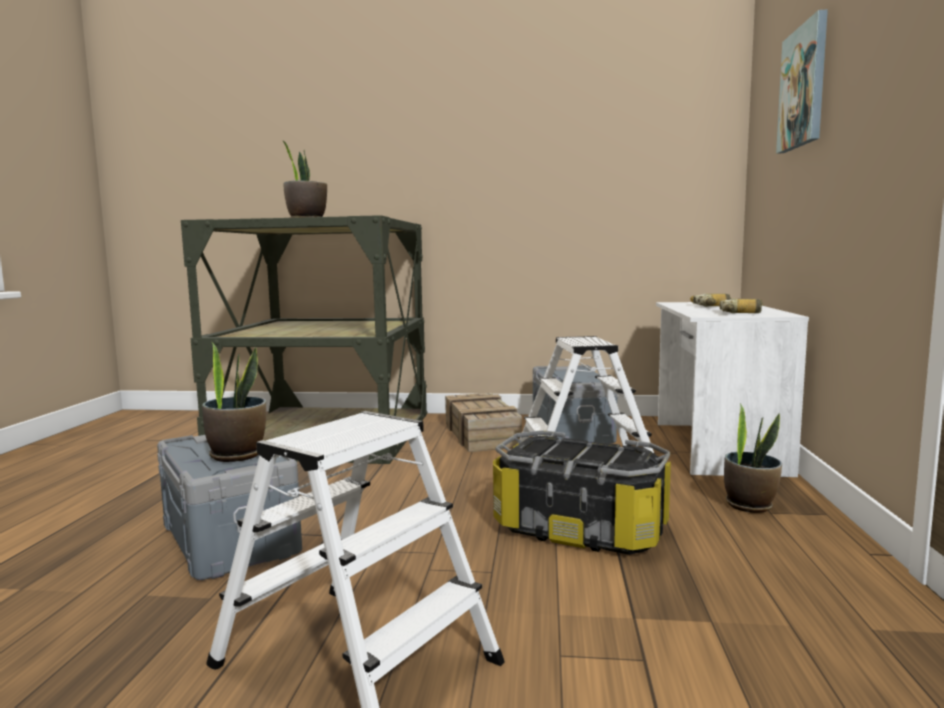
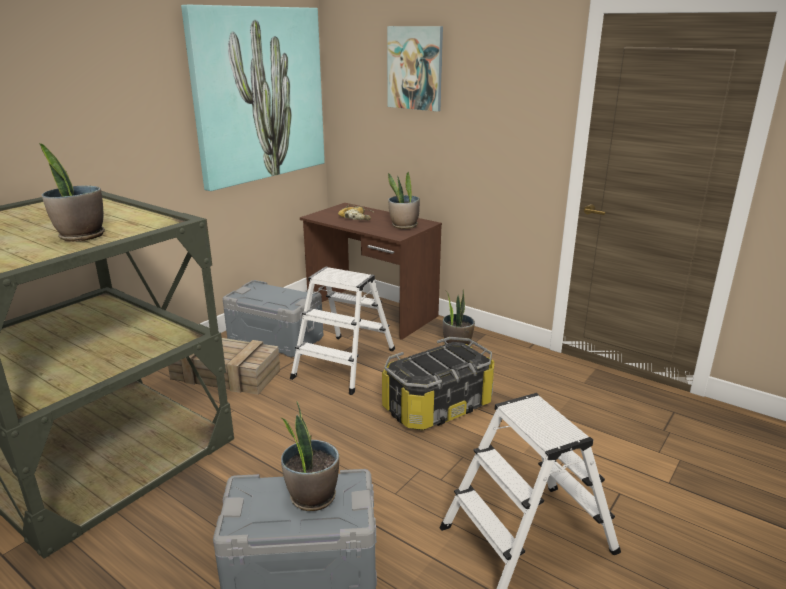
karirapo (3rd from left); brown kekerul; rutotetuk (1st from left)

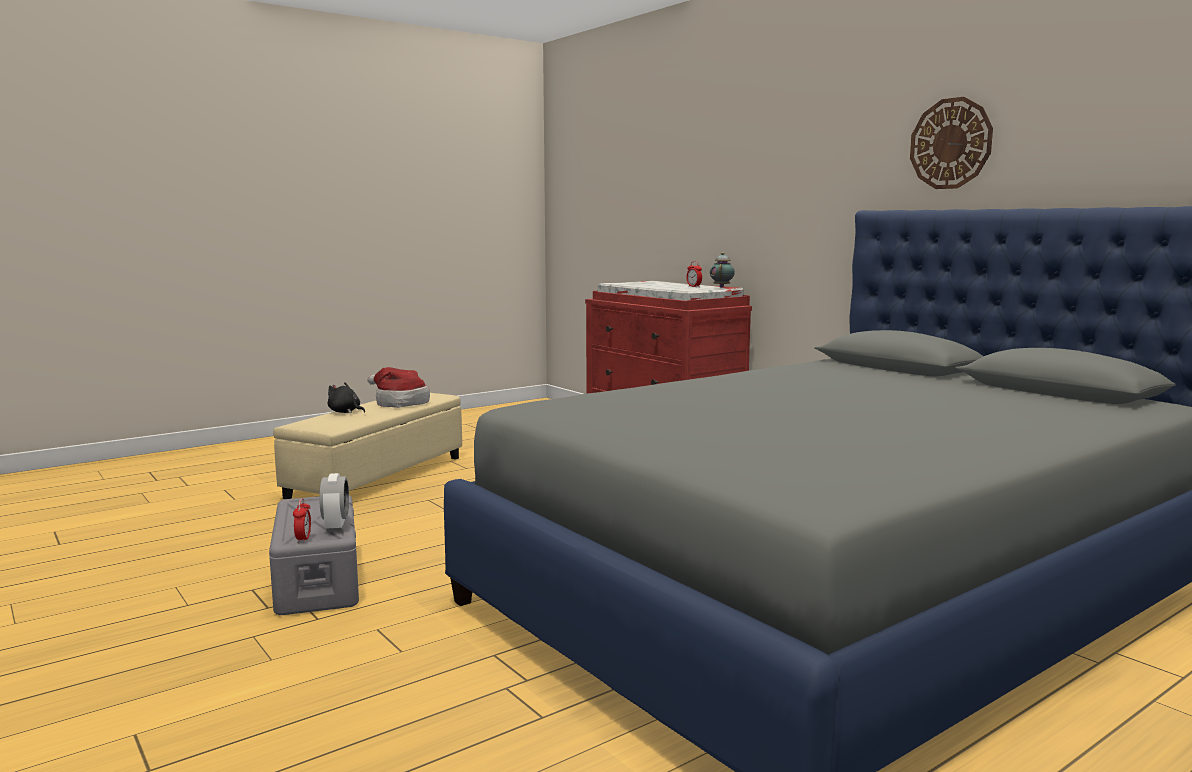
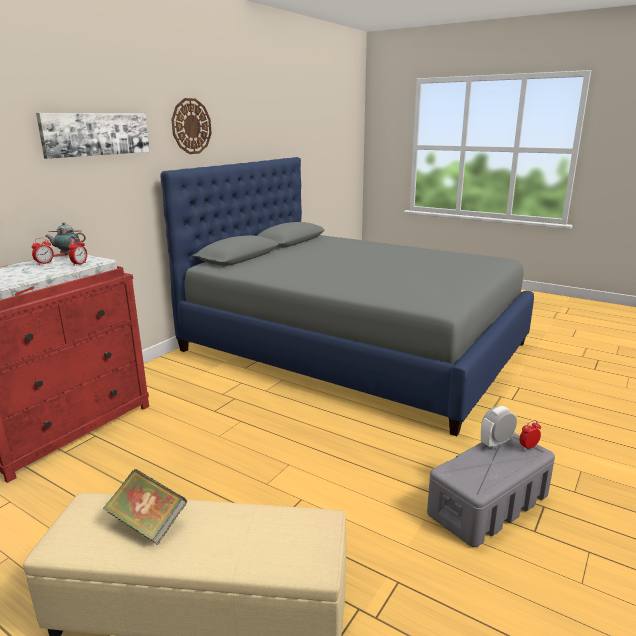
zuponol; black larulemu; rutotetuk; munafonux (2nd from left)

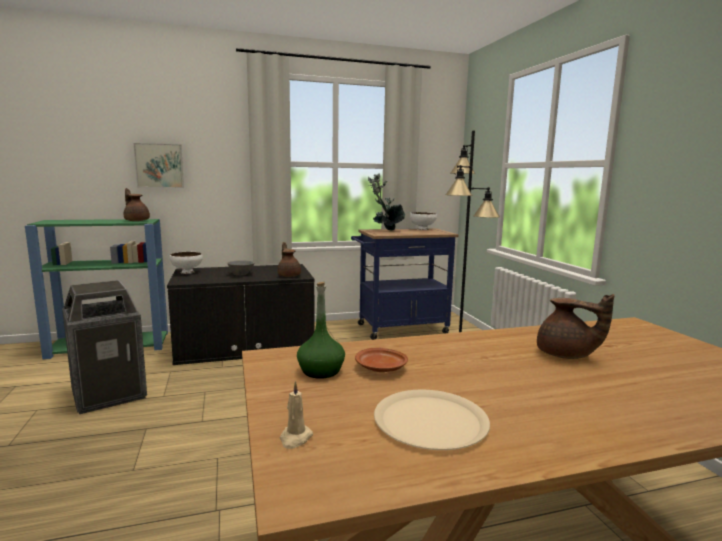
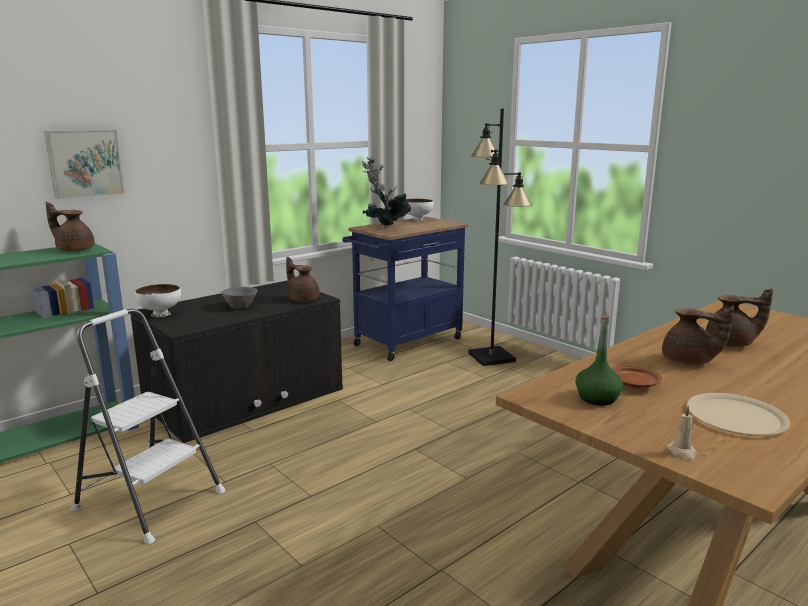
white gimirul; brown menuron (3rd from left)

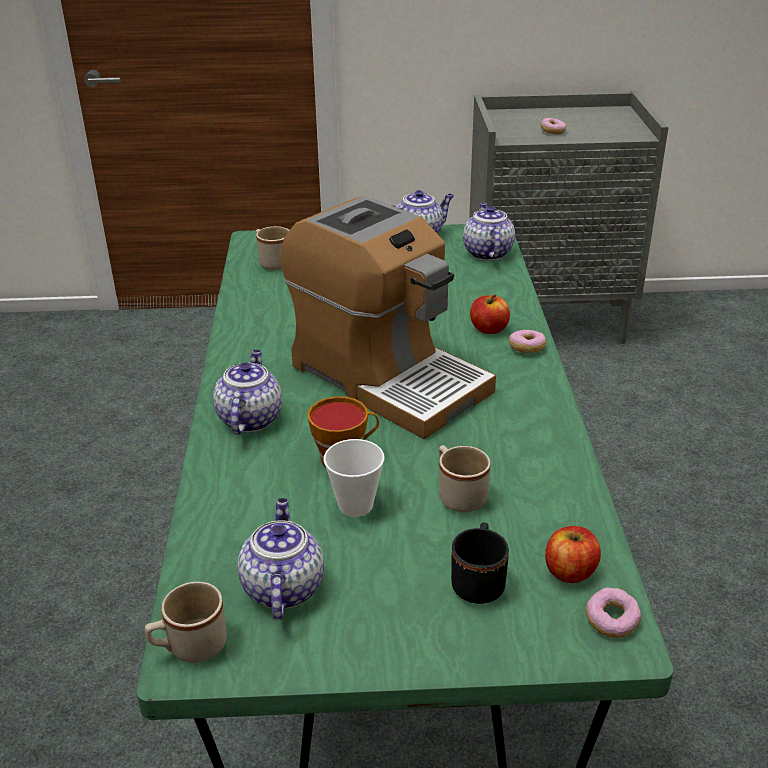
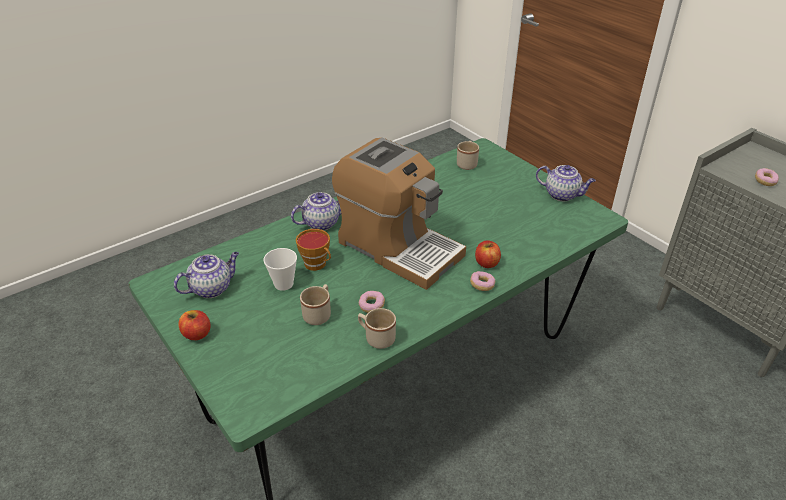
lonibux; menuron (4th from left in the first image); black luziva; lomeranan (1st from left); beige luziva (2nd from left); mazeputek (1st from left)

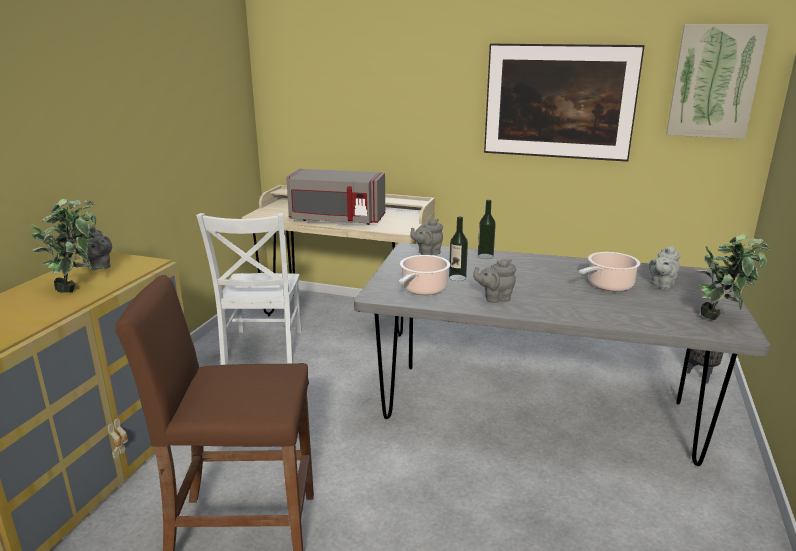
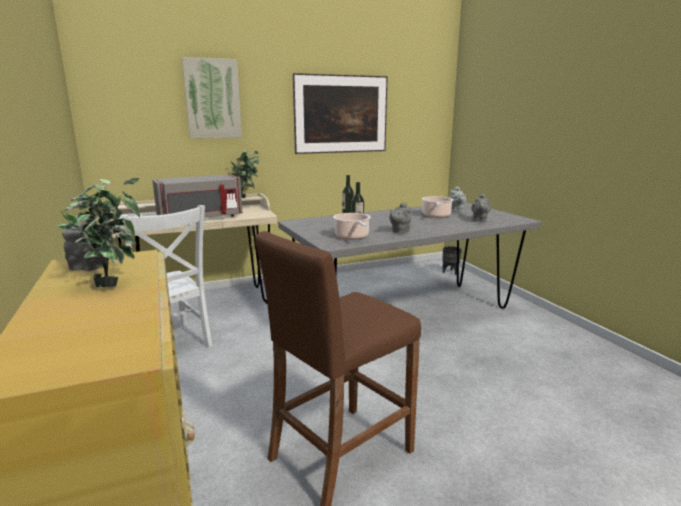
rutotetuk (1st from left); grey menuron (4th from left); karirapo (2nd from left)

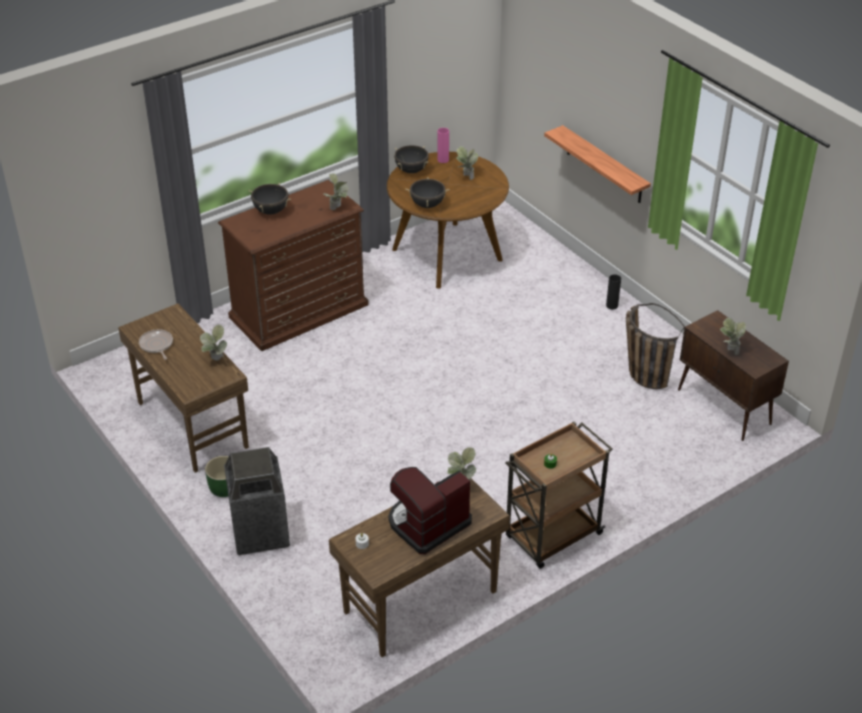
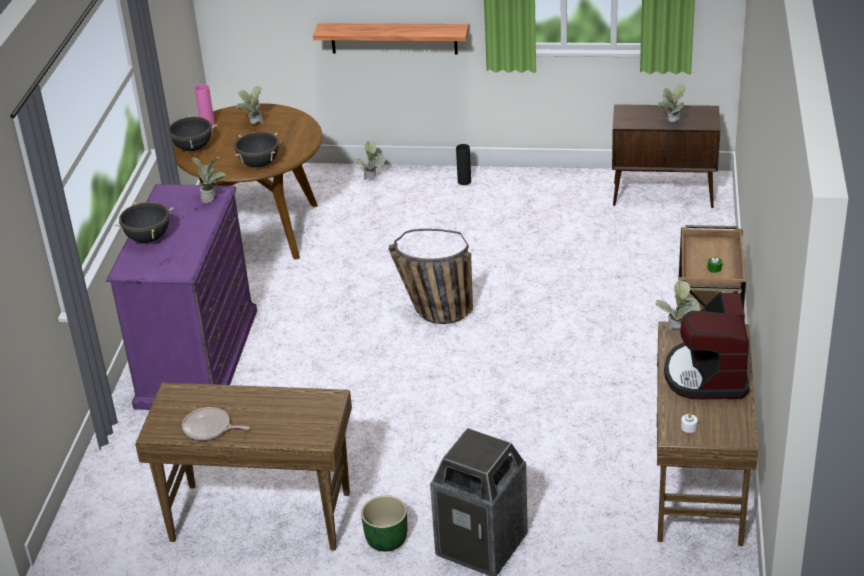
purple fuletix; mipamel; karirapo (3rd from left)

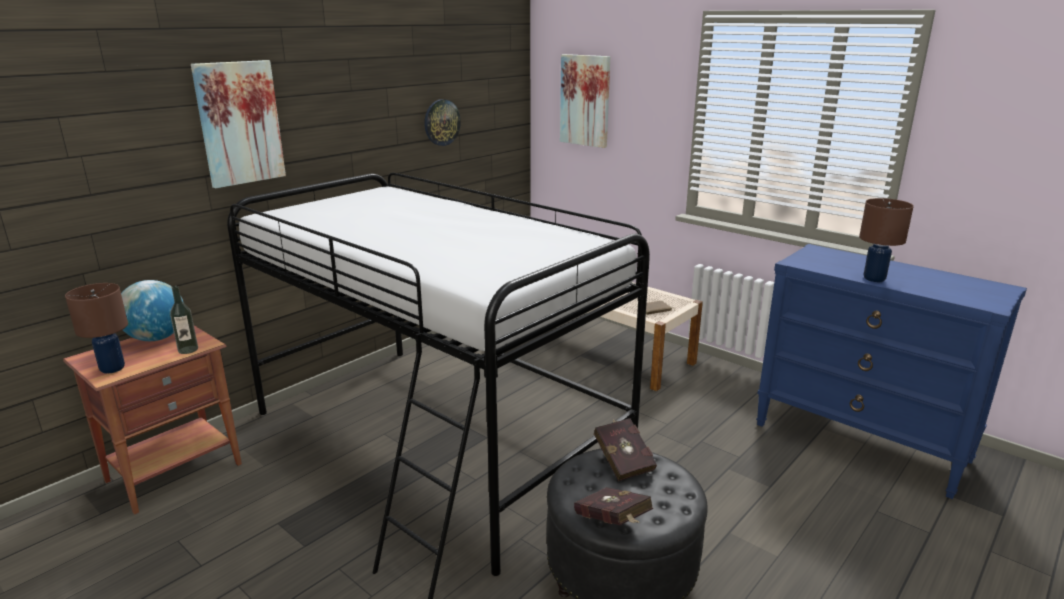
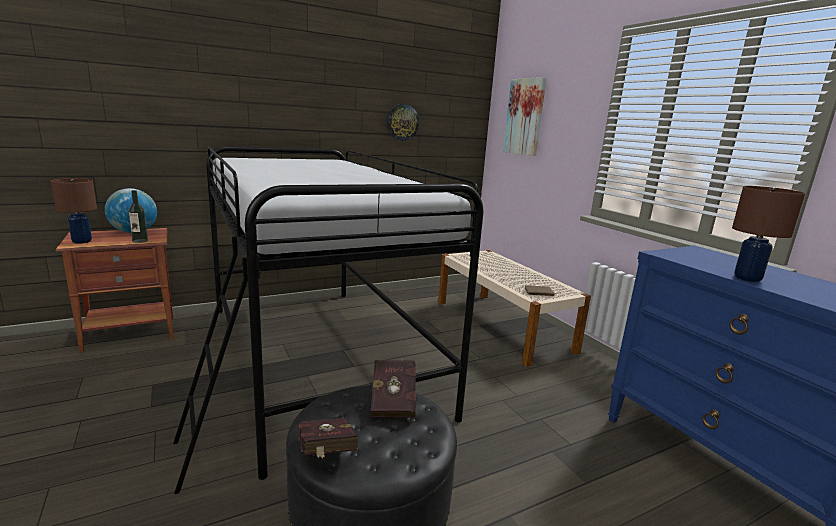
rutotetuk (1st from left in the first image)

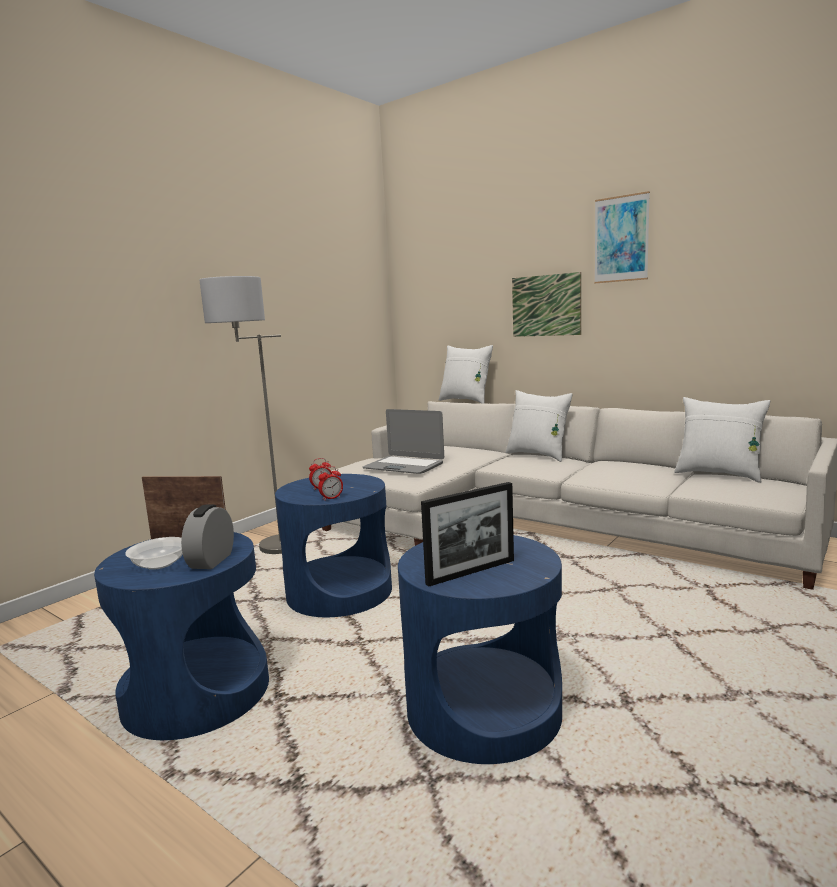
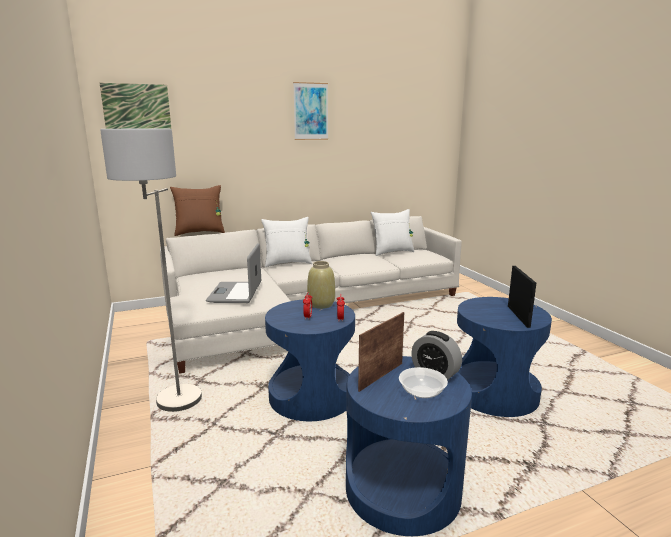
rutotetuk (1st from left); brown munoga; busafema; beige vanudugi

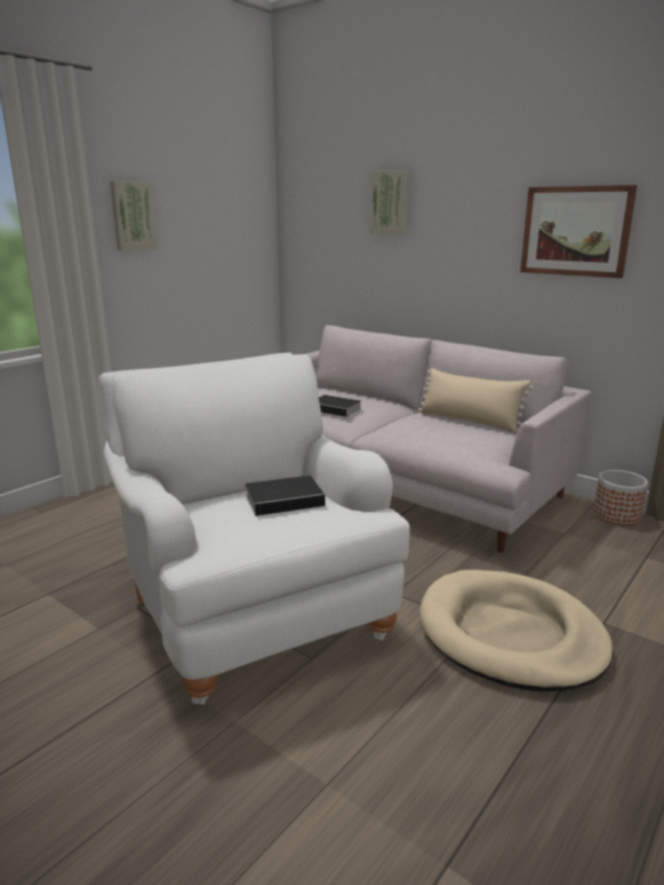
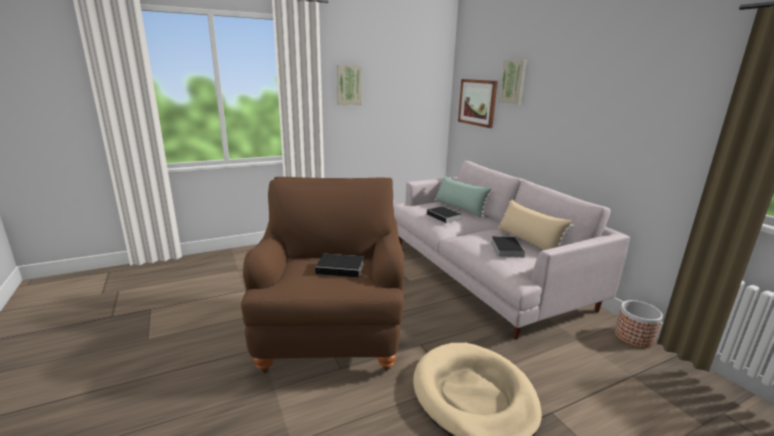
rutotetuk (2nd from left); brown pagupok; green munoga; zuponol (3rd from left)

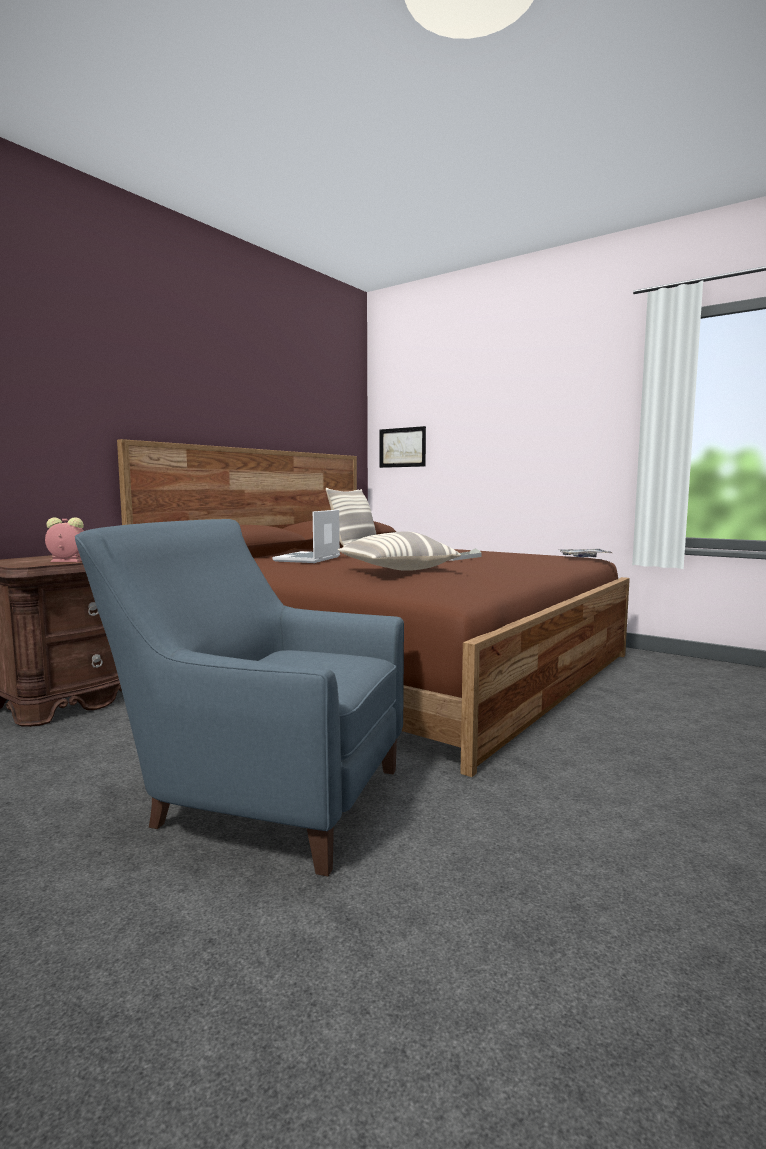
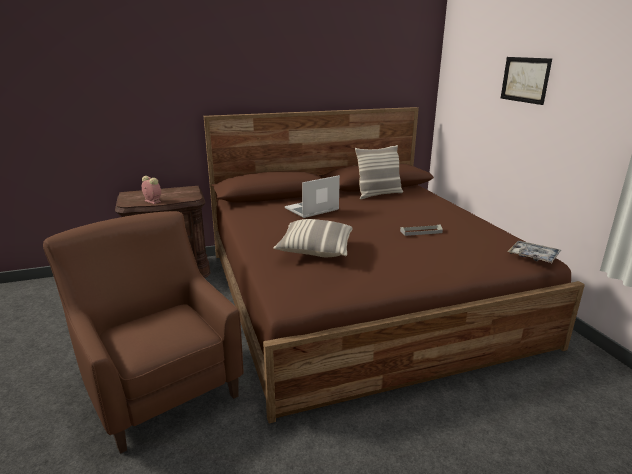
rutotetuk; brown pagupok

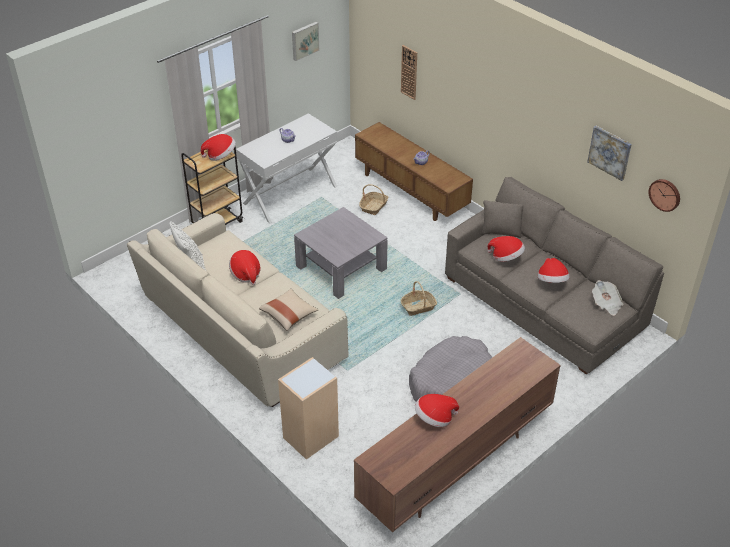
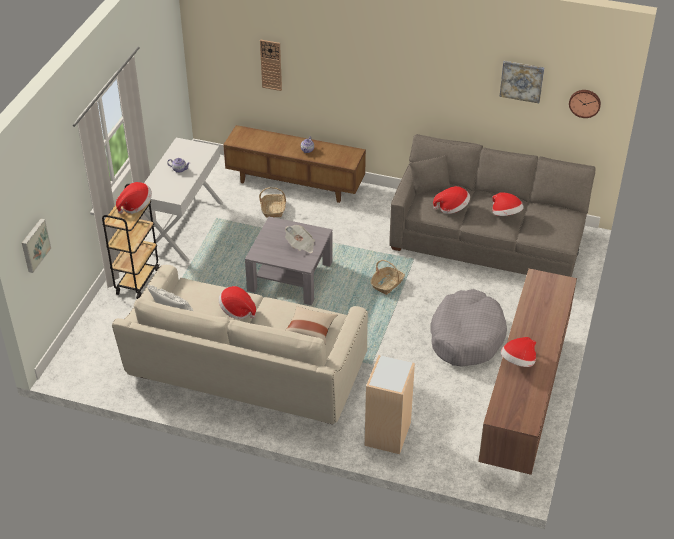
rutotetuk (1st from left); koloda

